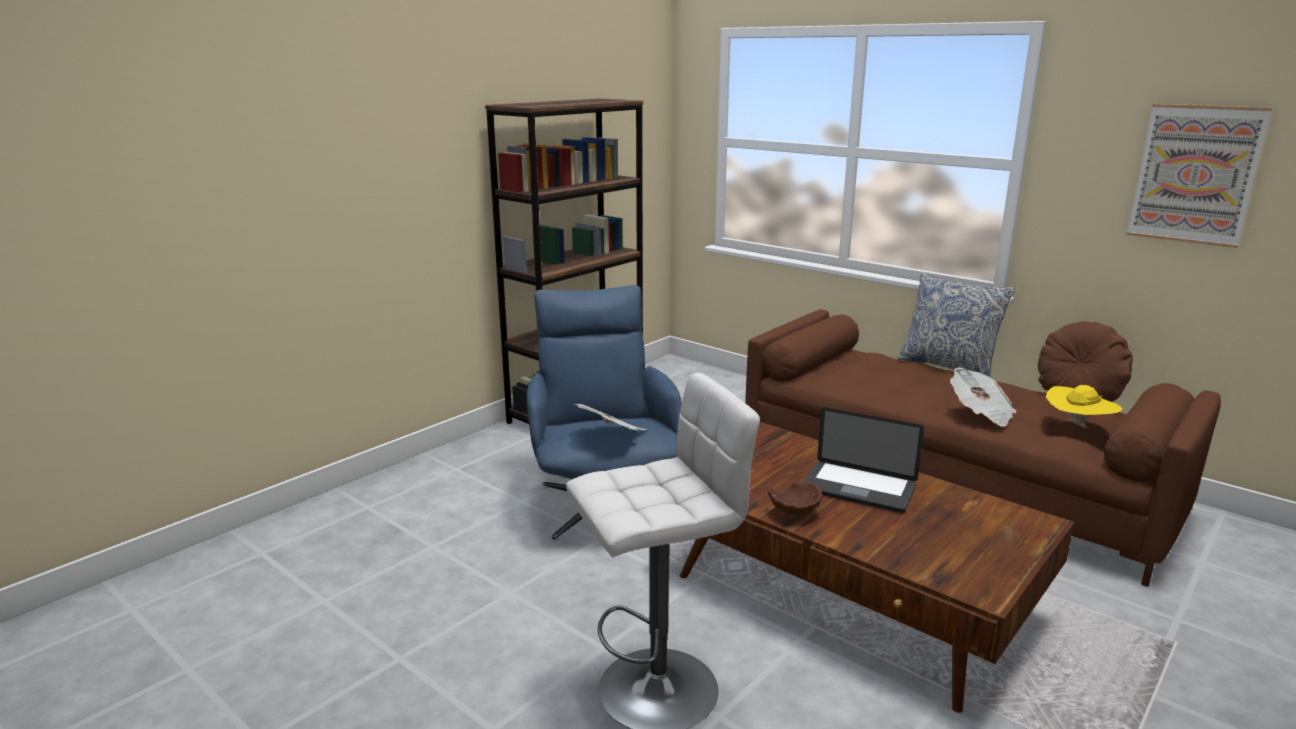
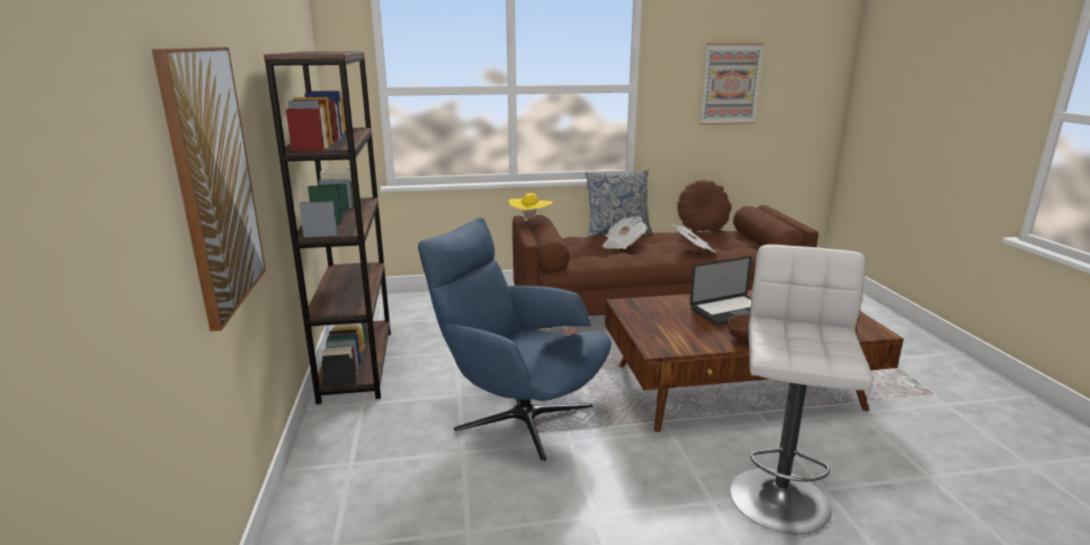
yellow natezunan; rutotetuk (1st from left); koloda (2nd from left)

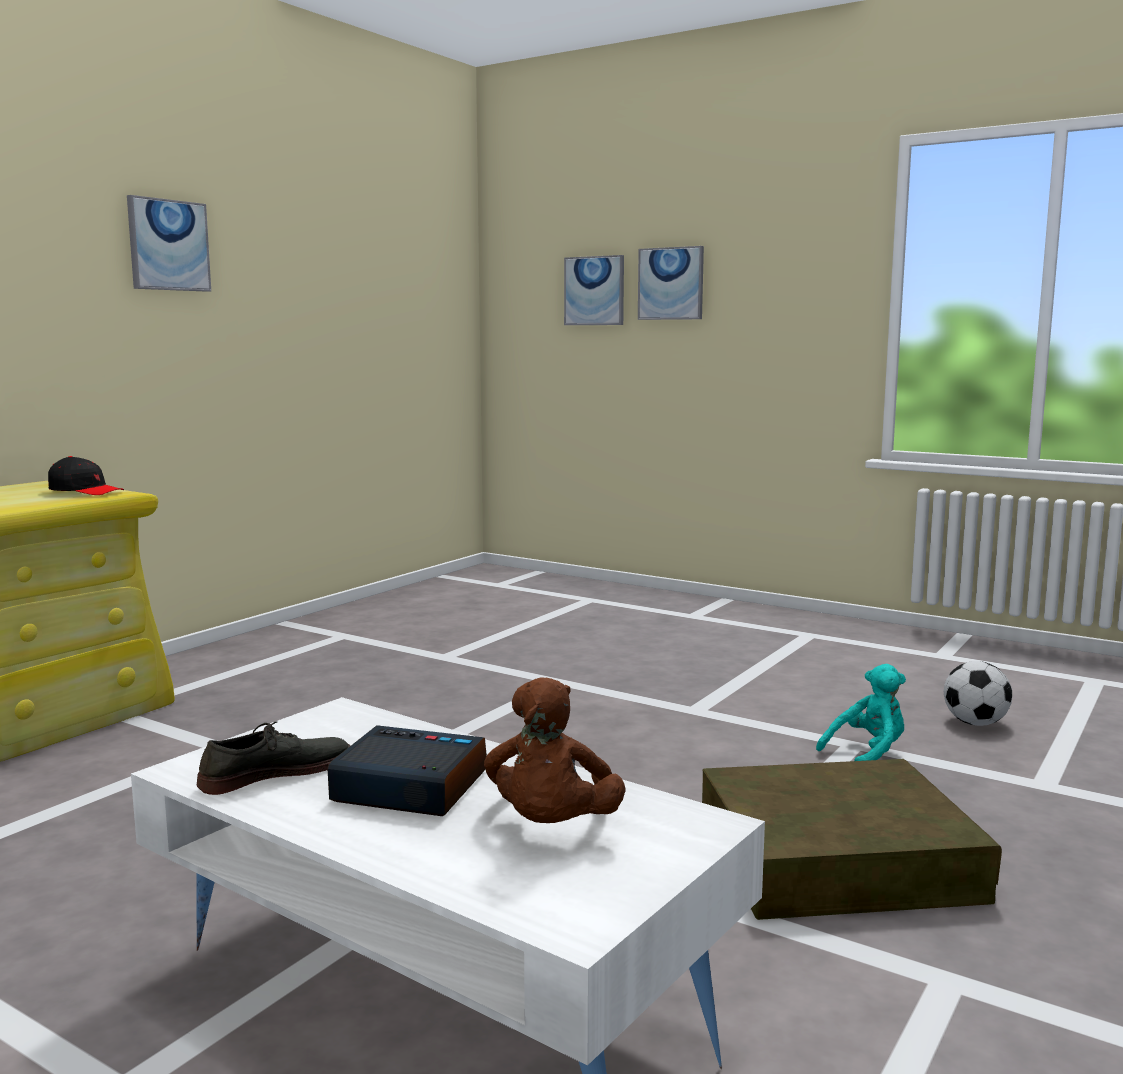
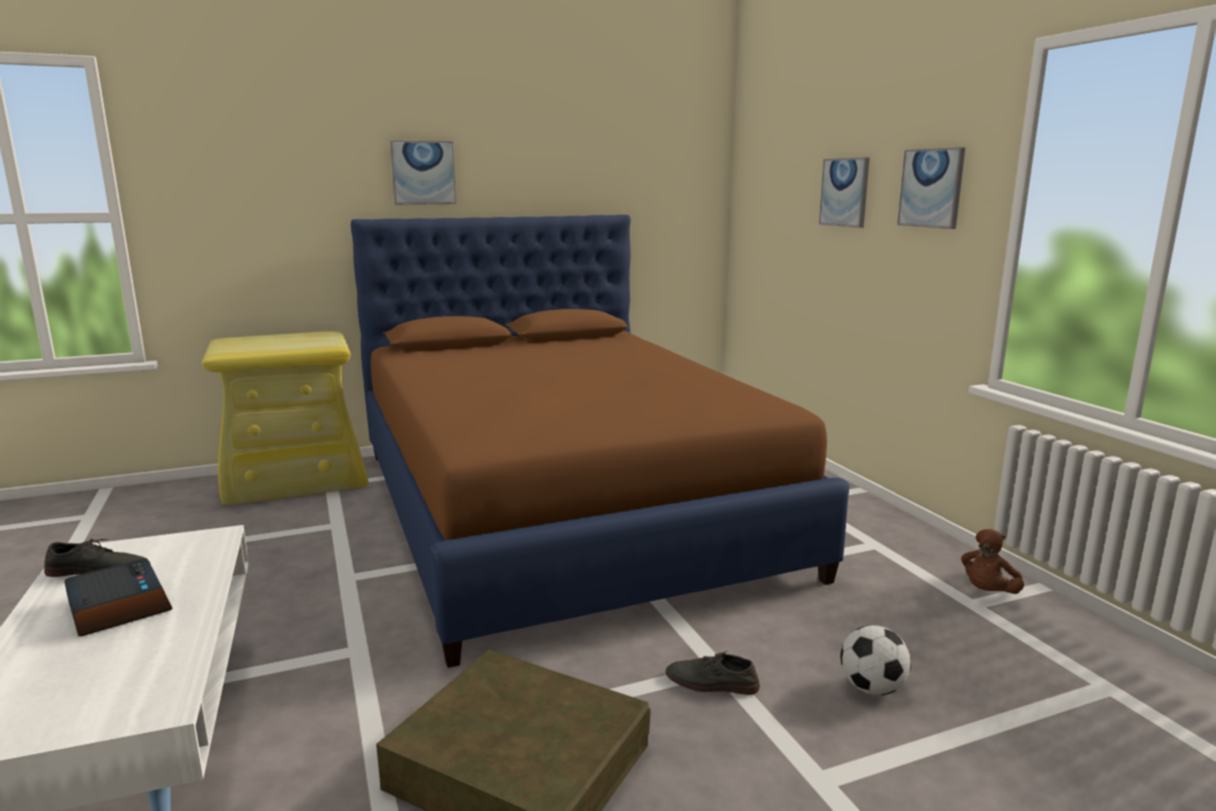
rutotetuk (3rd from left); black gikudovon; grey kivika (2nd from left); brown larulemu; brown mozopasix

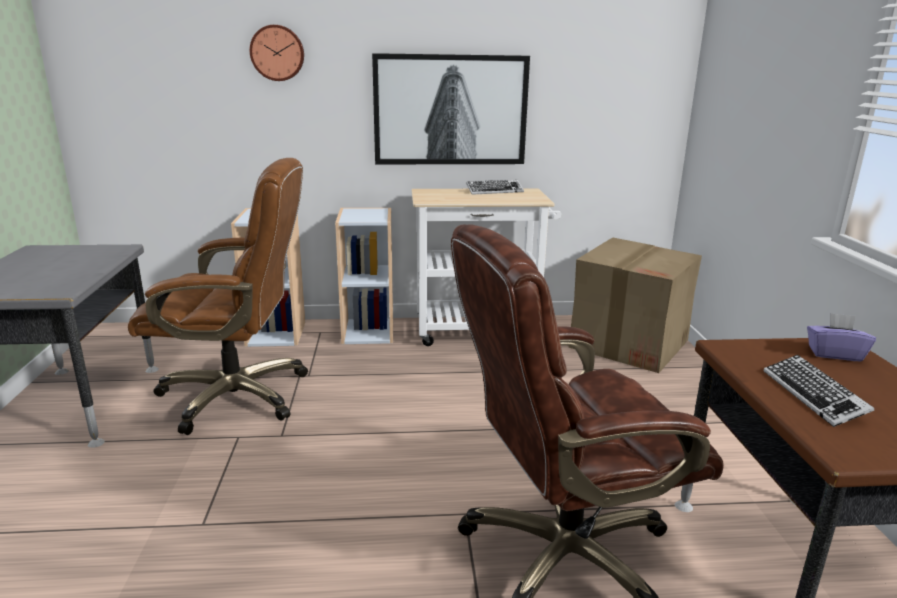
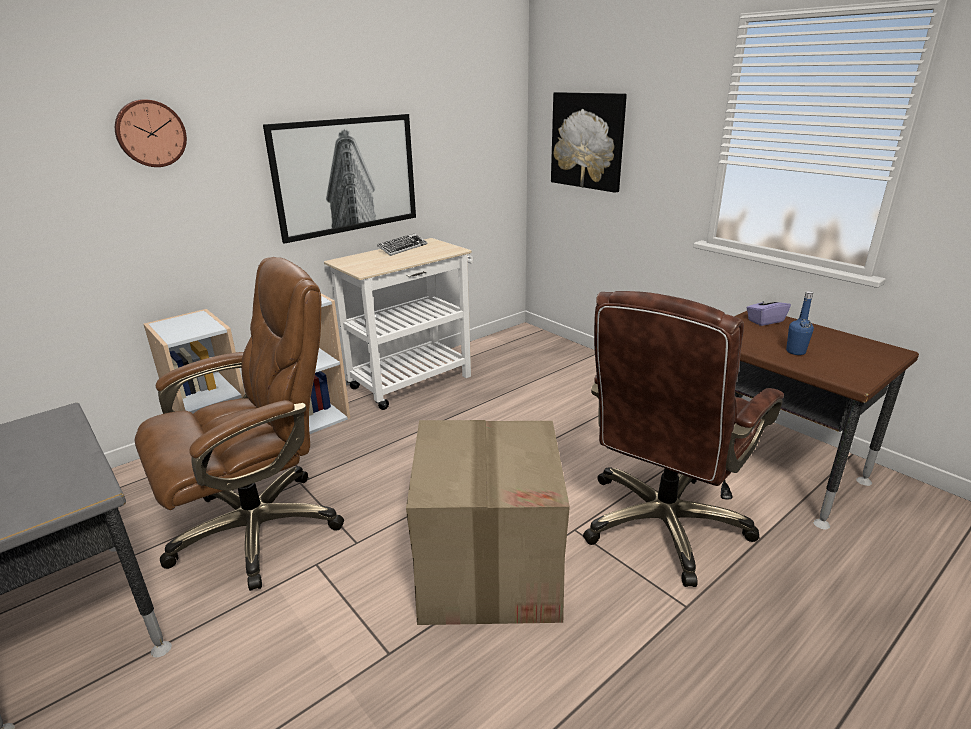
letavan; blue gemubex; rutotetuk (2nd from left)

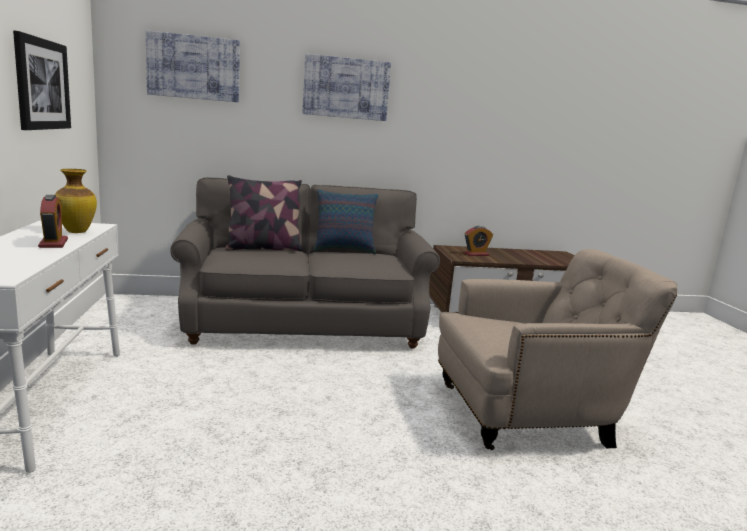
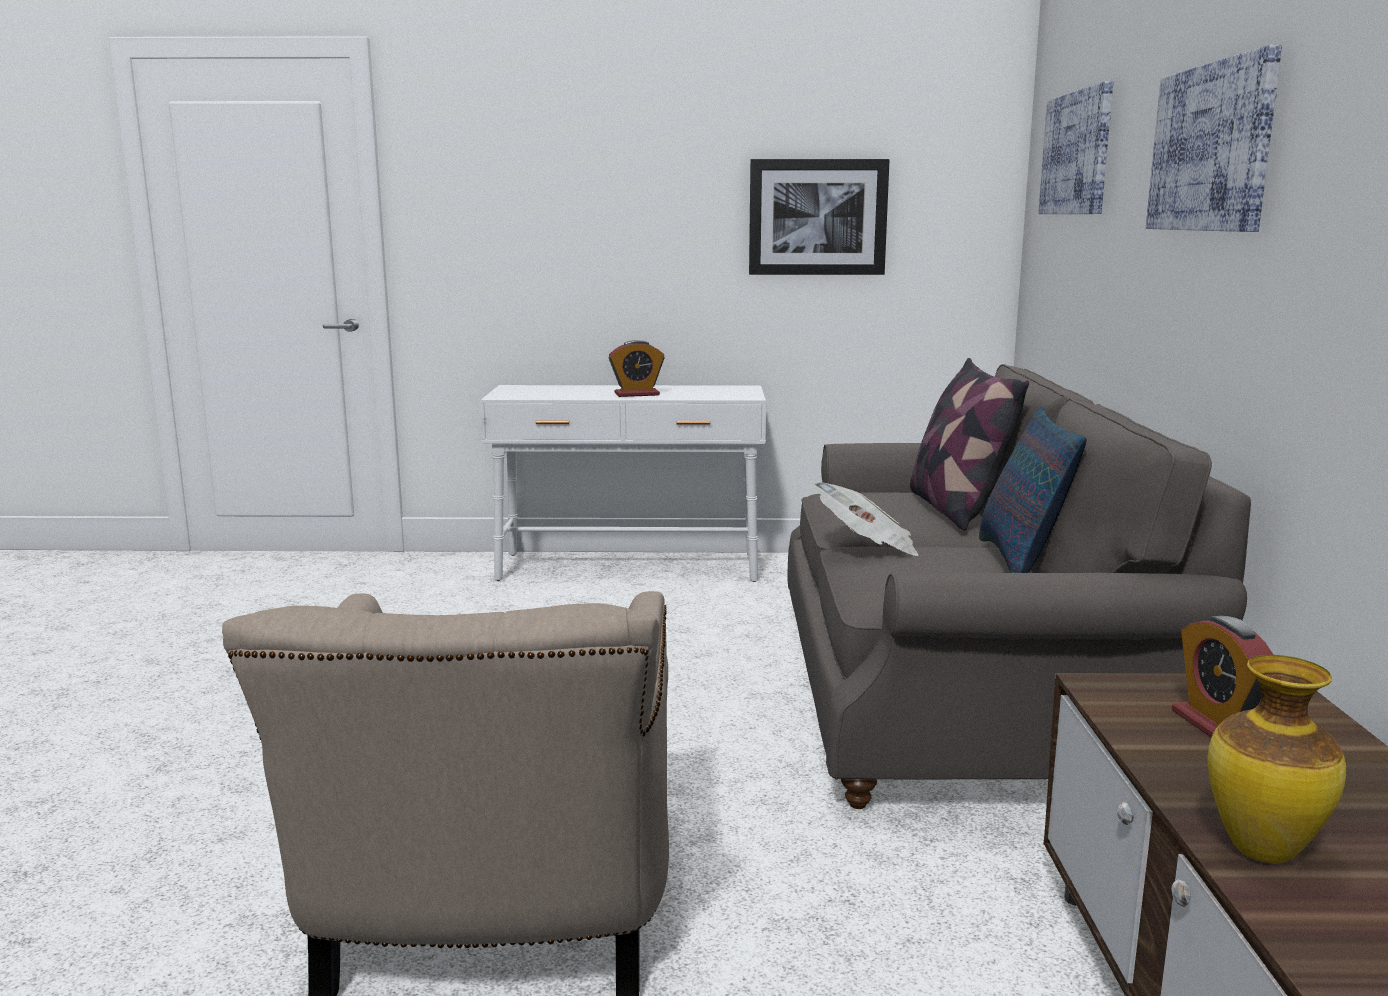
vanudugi; koloda

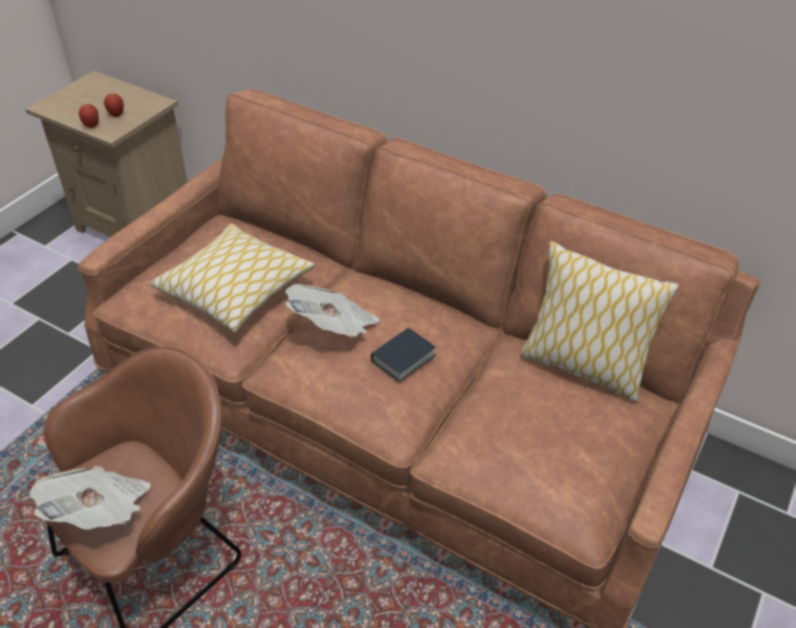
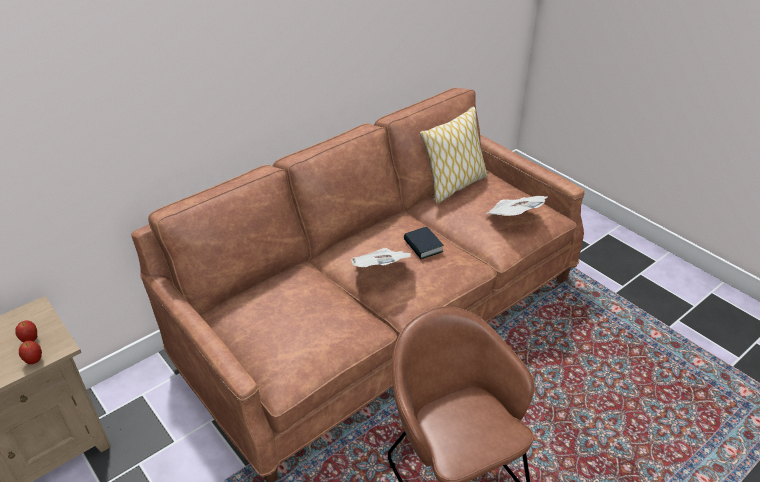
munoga (1st from left in the first image); koloda (2nd from left)

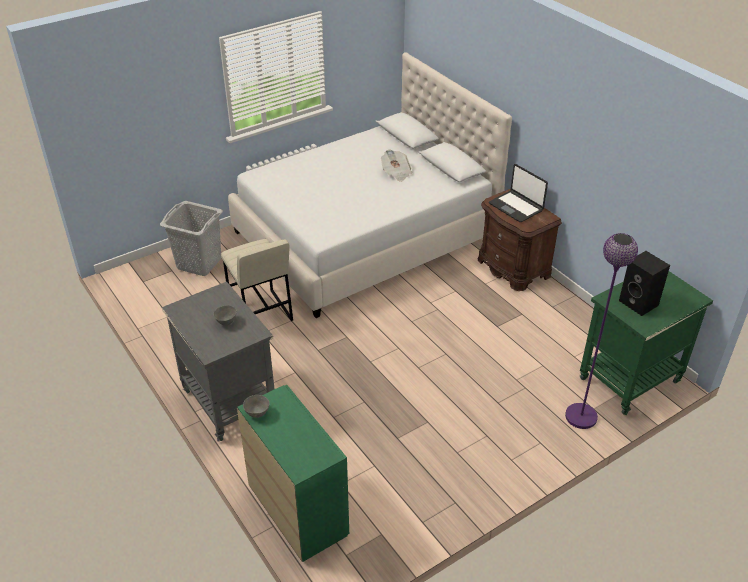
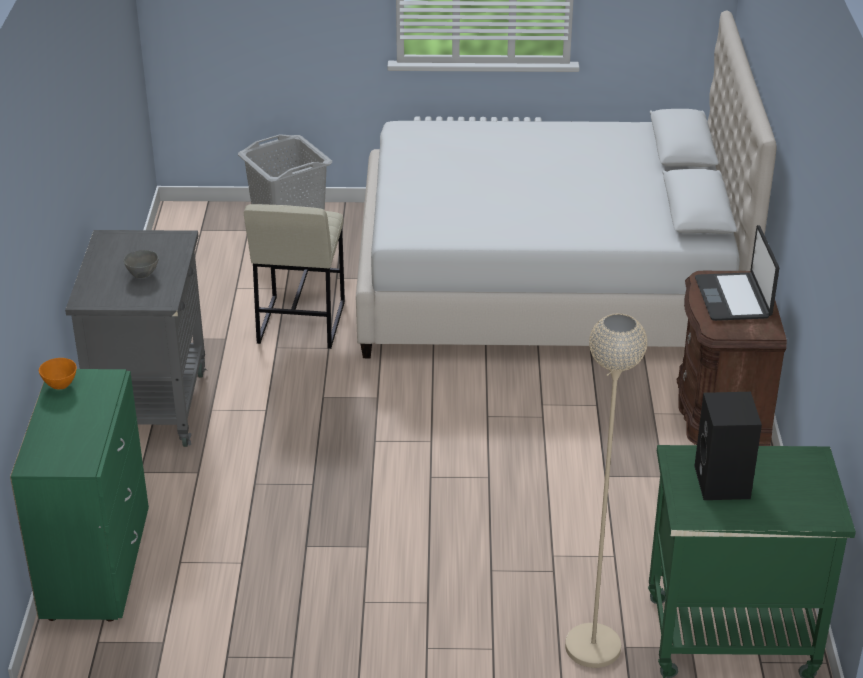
koloda; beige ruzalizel; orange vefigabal

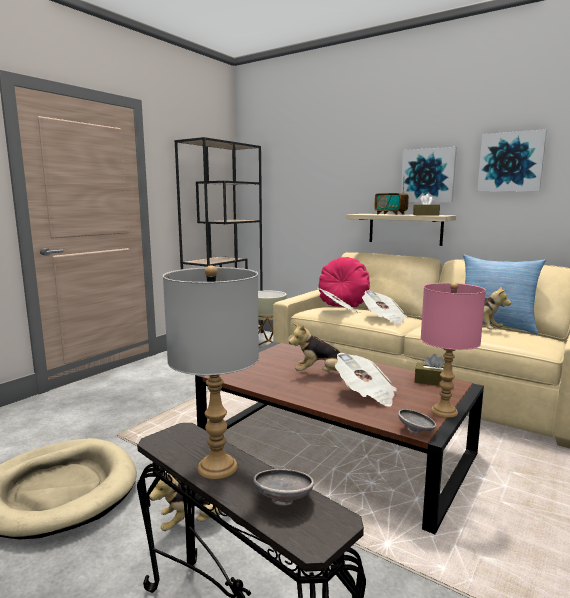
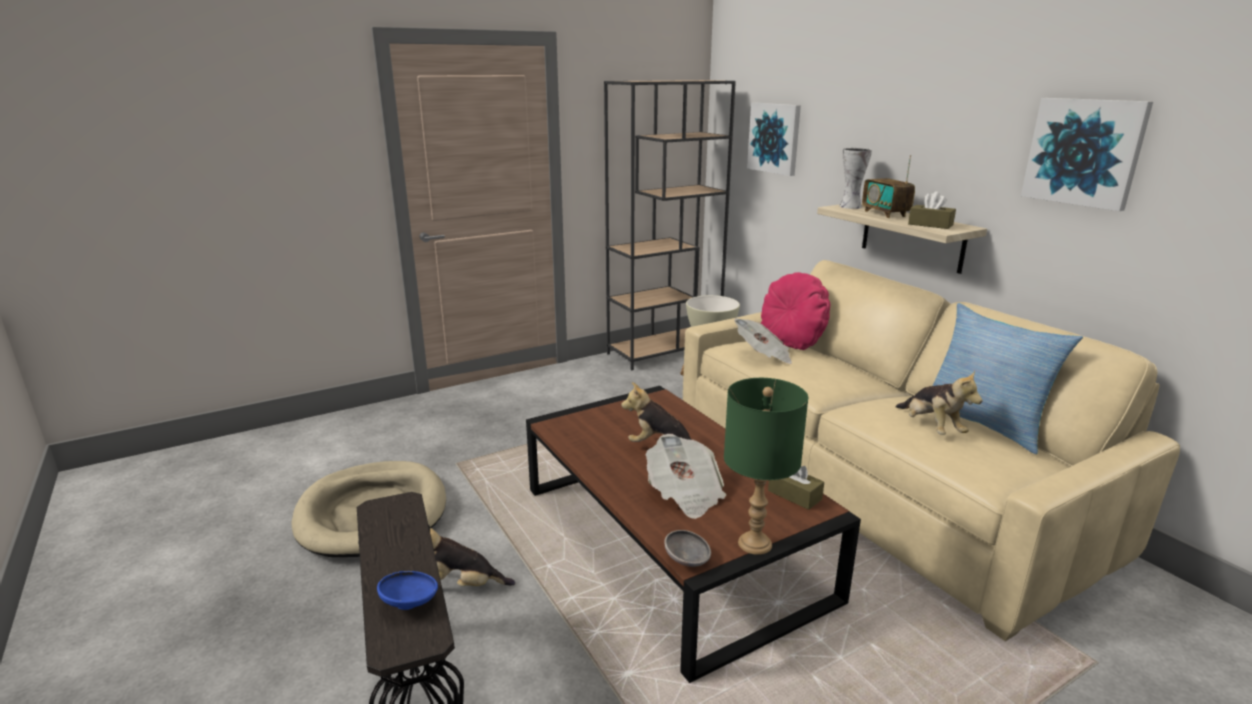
rutotetuk (1st from left); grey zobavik; green zobavik; koloda (3rd from left in the first image); blue vefigabal; vanudugi

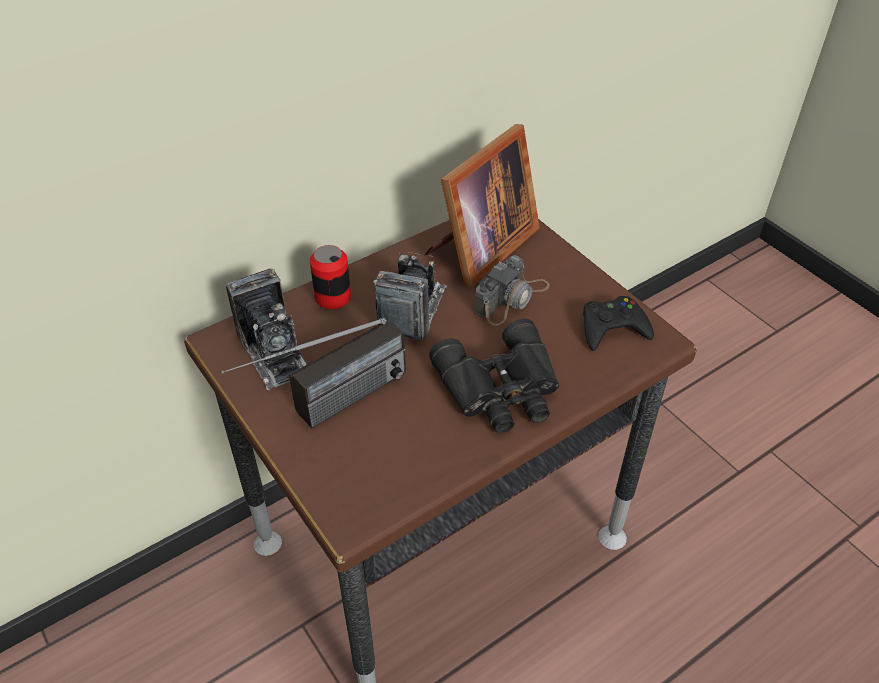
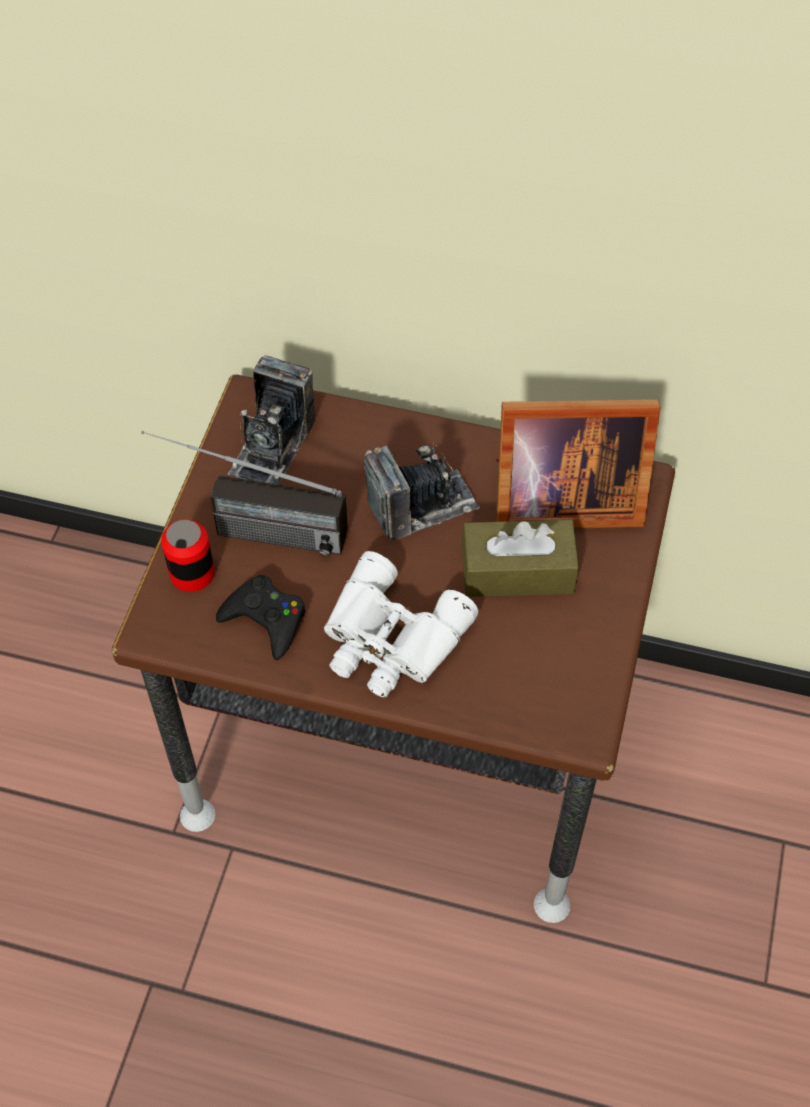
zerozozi; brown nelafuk; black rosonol; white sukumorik

